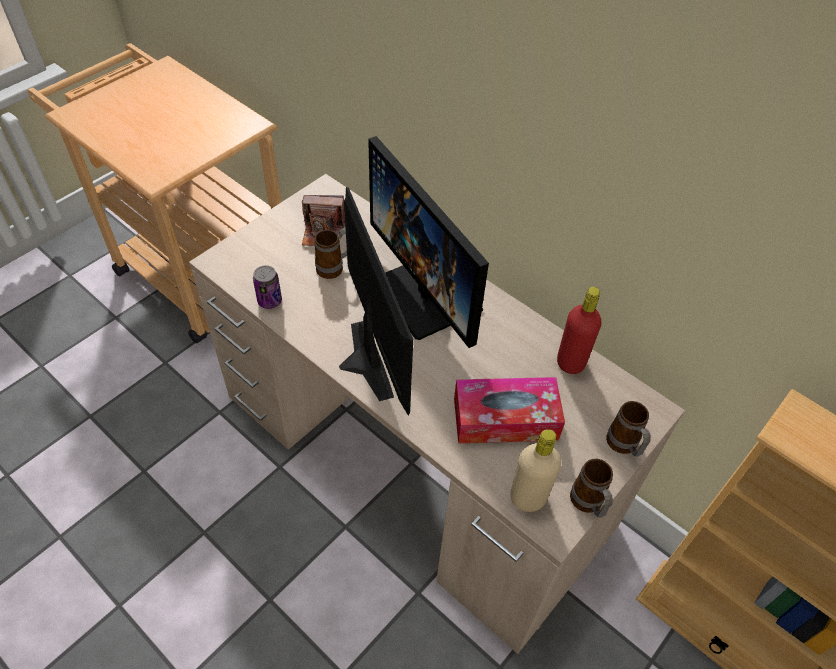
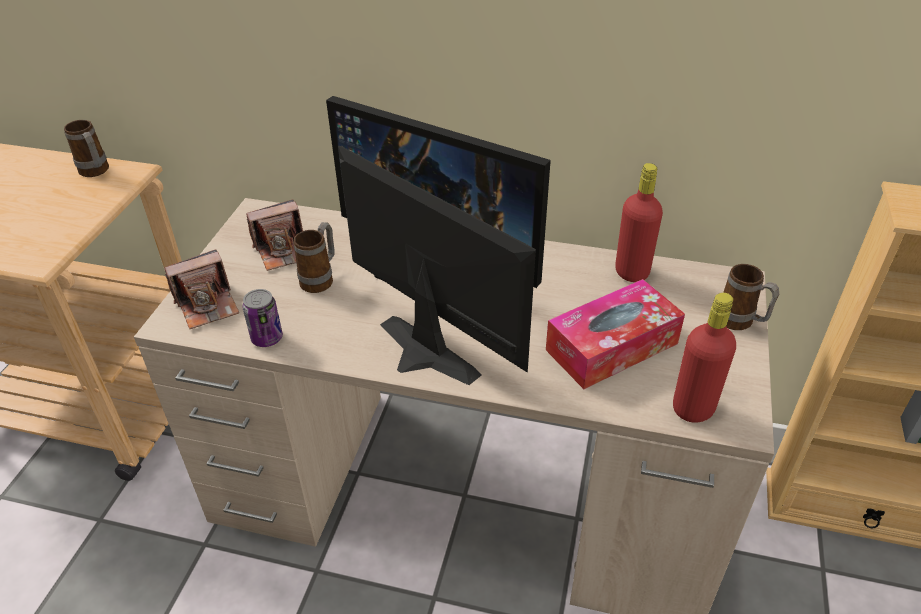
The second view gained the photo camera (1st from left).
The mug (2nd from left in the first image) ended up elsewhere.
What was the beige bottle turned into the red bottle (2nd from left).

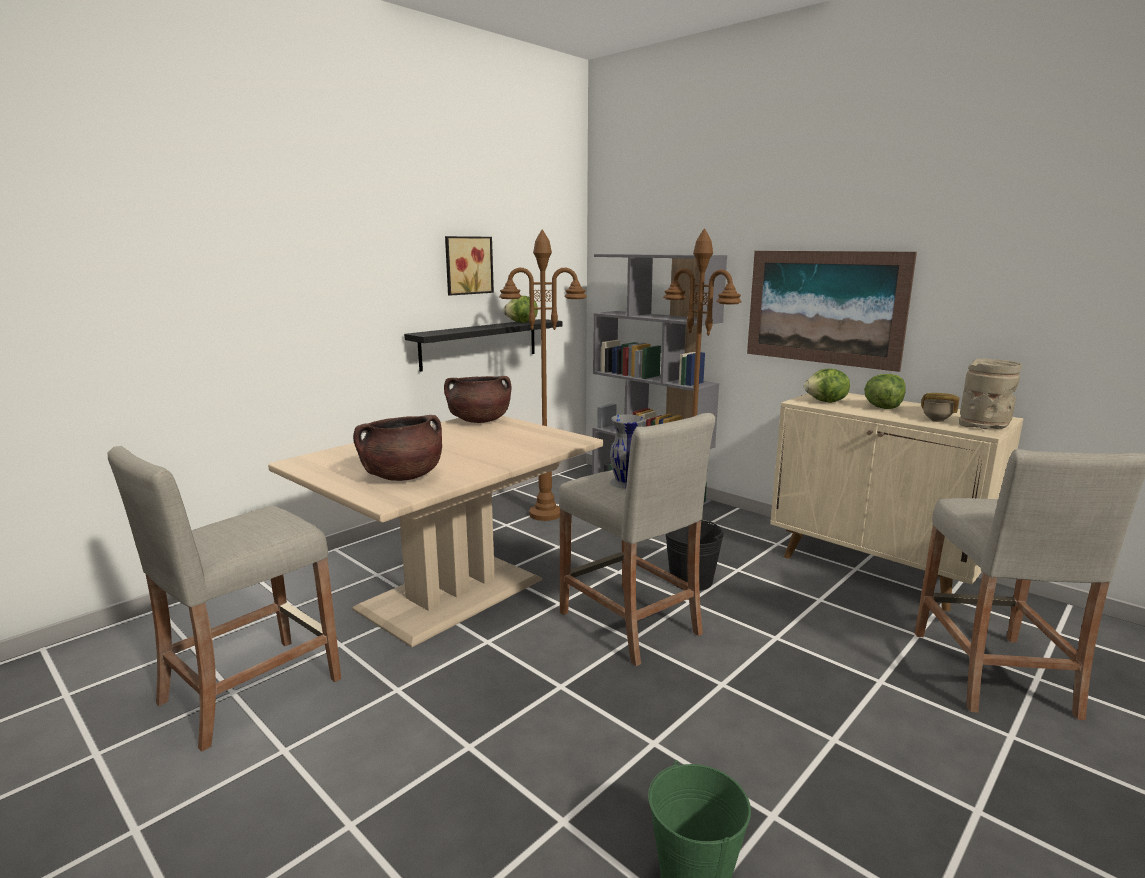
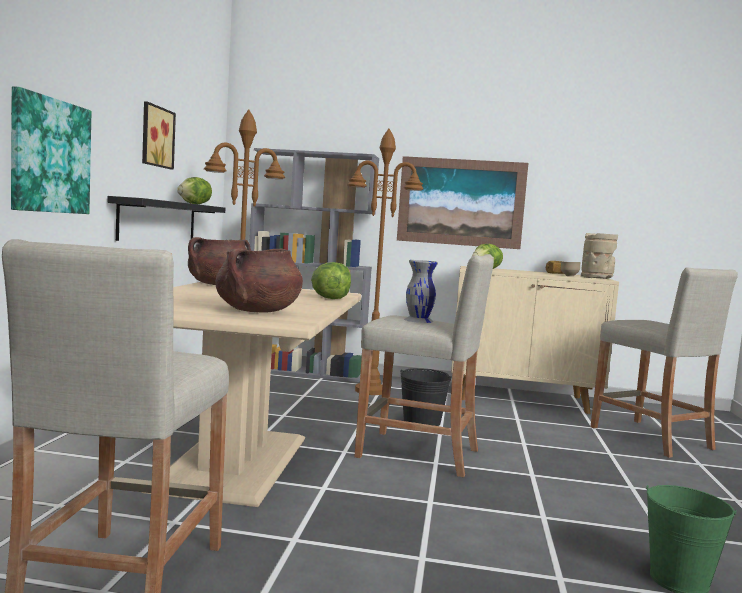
The second view gained the picture (1st from left).
The lettuce (3rd from left in the first image) ended up elsewhere.

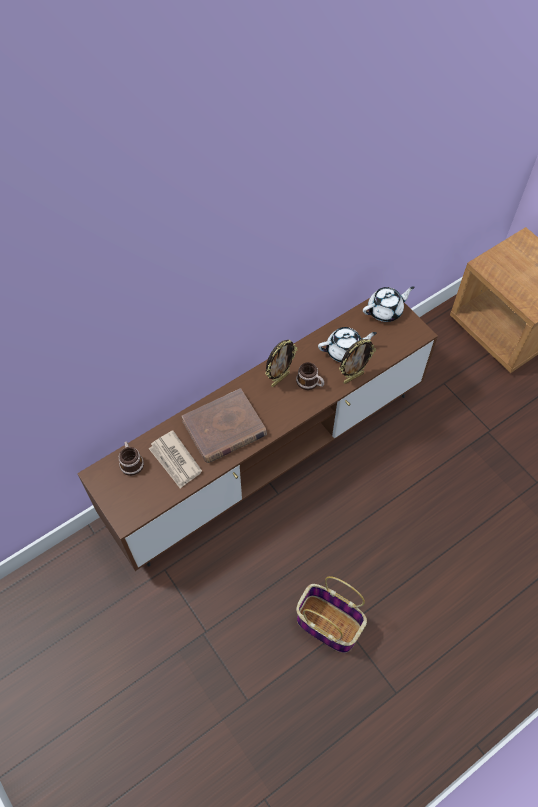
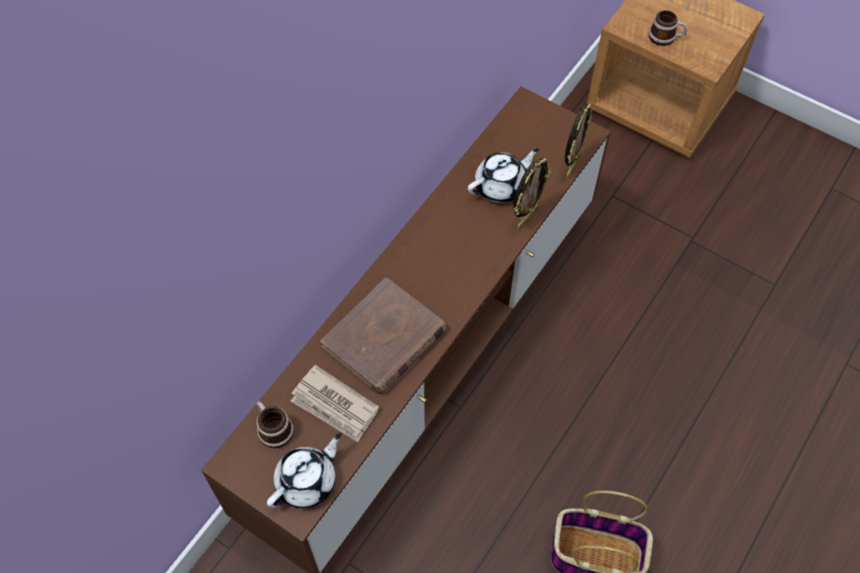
The picture frame (1st from left in the first image) ended up elsewhere.
The mug (2nd from left) ended up elsewhere.
The white teapot (2nd from left in the first image) ended up elsewhere.

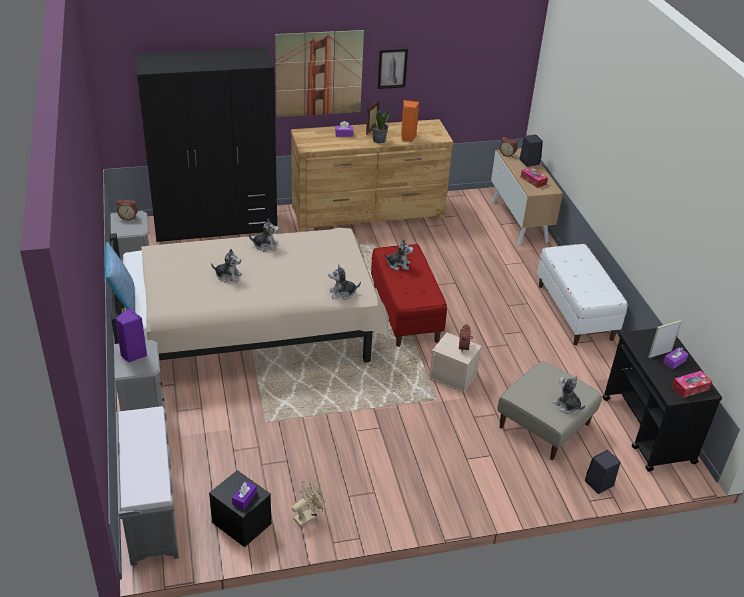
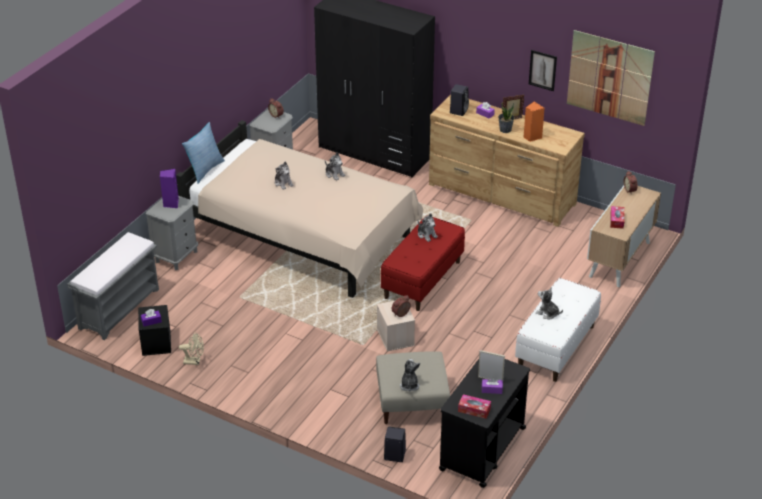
The picture (1st from left in the first image) ended up elsewhere.
The plush toy (3rd from left in the first image) ended up elsewhere.
The black speaker (1st from left in the first image) ended up elsewhere.

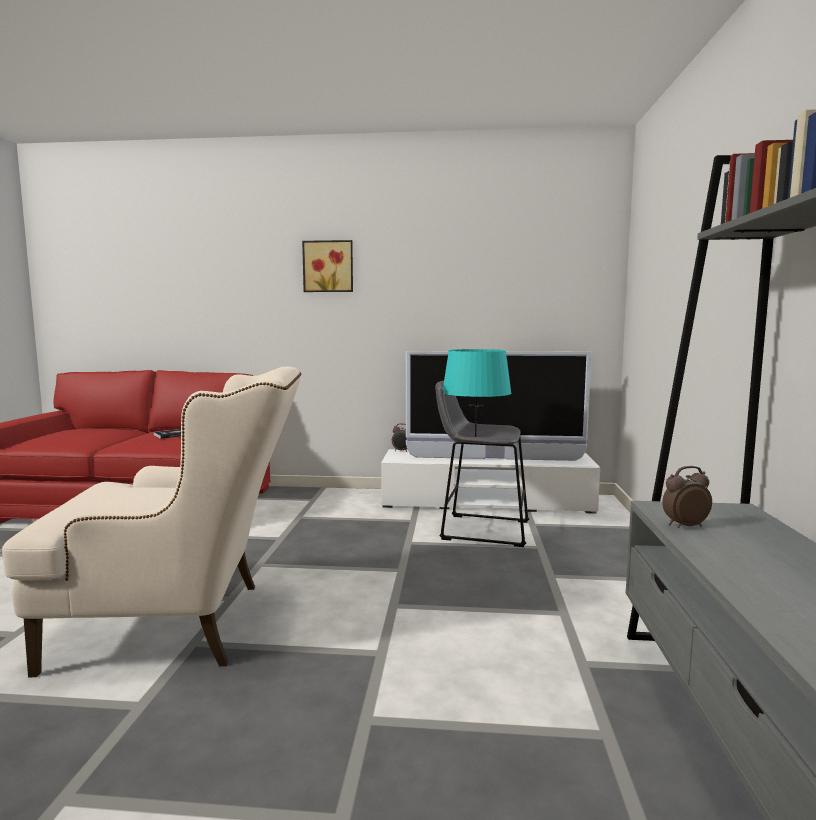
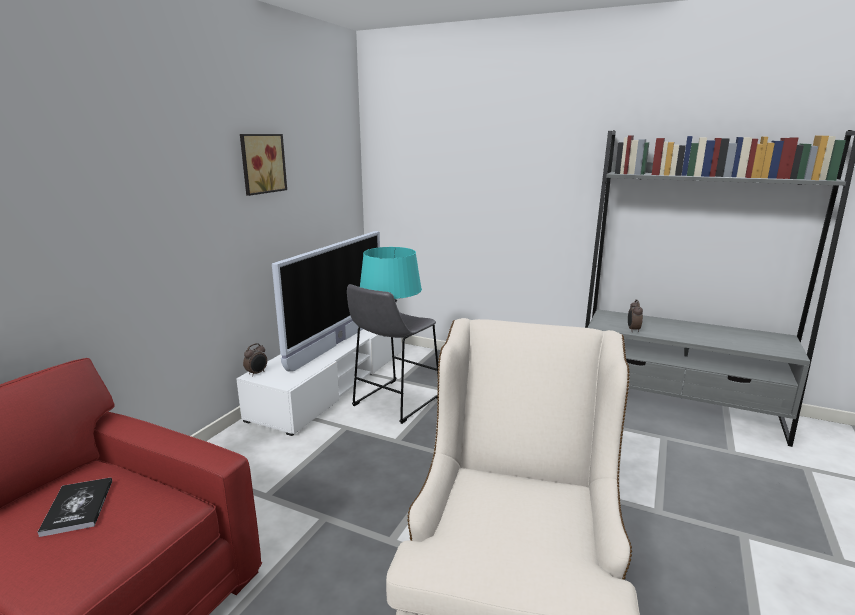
The picture ended up elsewhere.

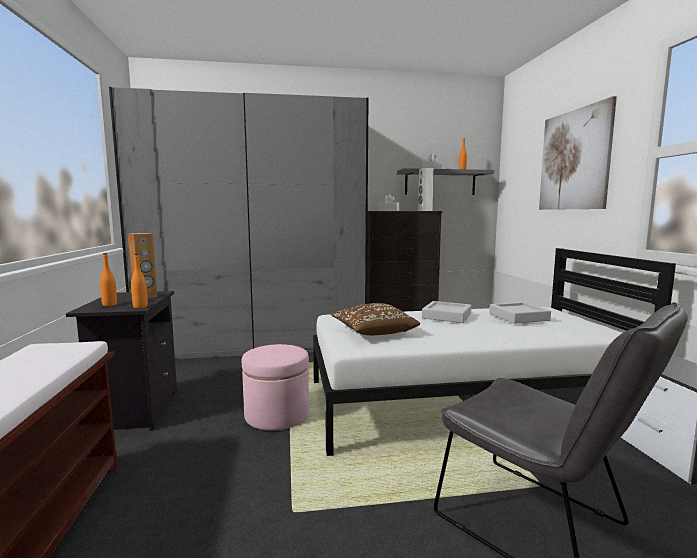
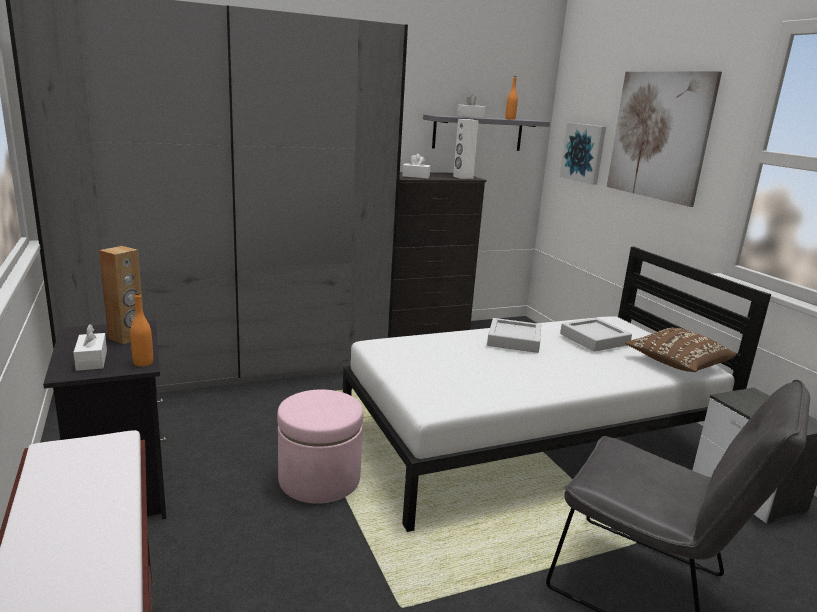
The second view gained the picture (1st from left).
The brown pillow ended up elsewhere.
Where the orange bottle (1st from left) stood, the white tissue box (1st from left) came to stand.

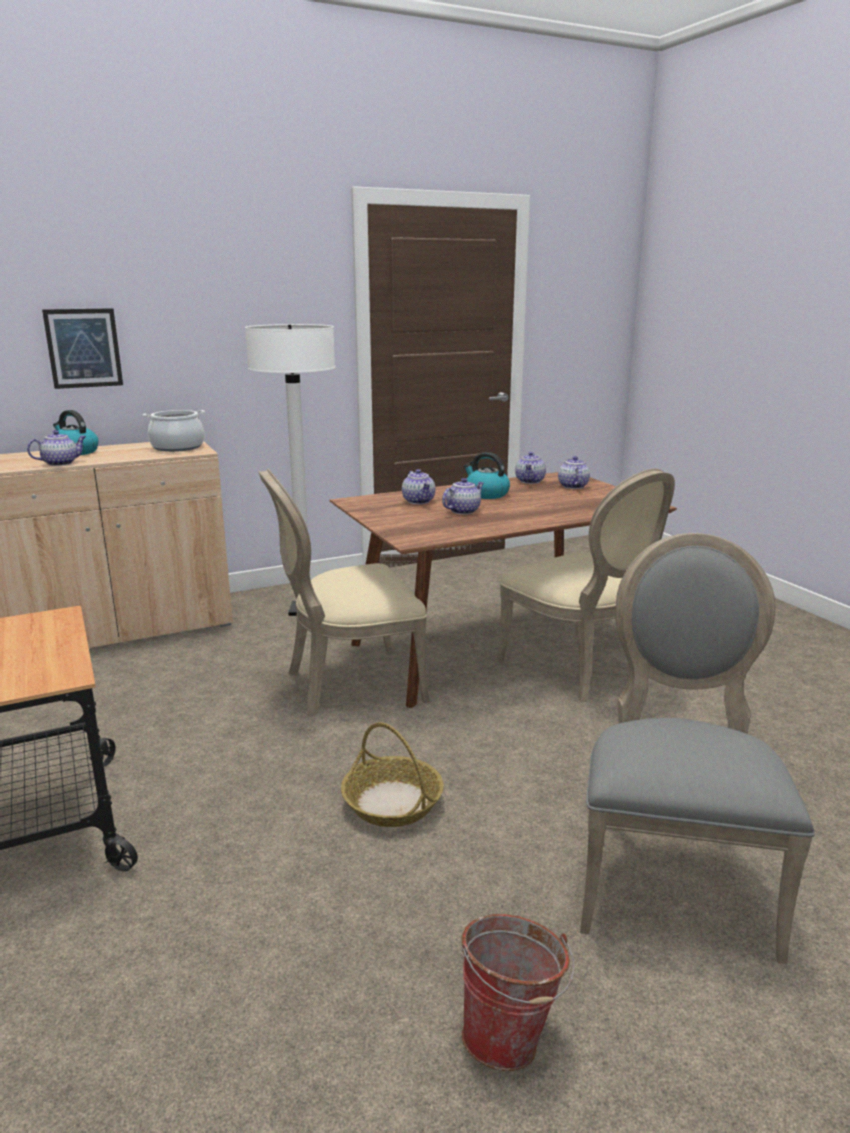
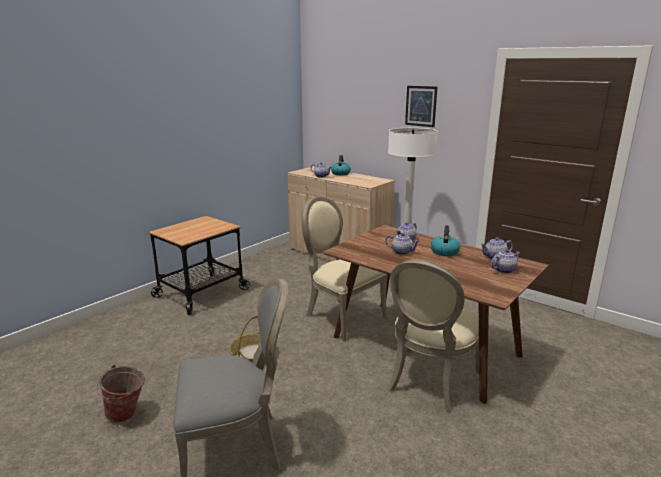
The second view lost the cooking pot.
The picture ended up elsewhere.

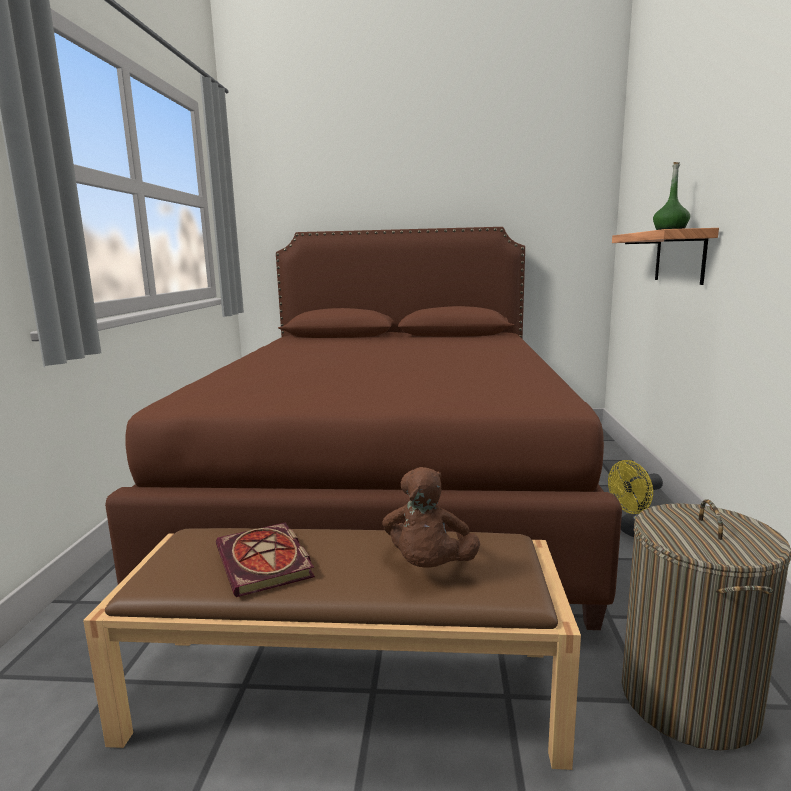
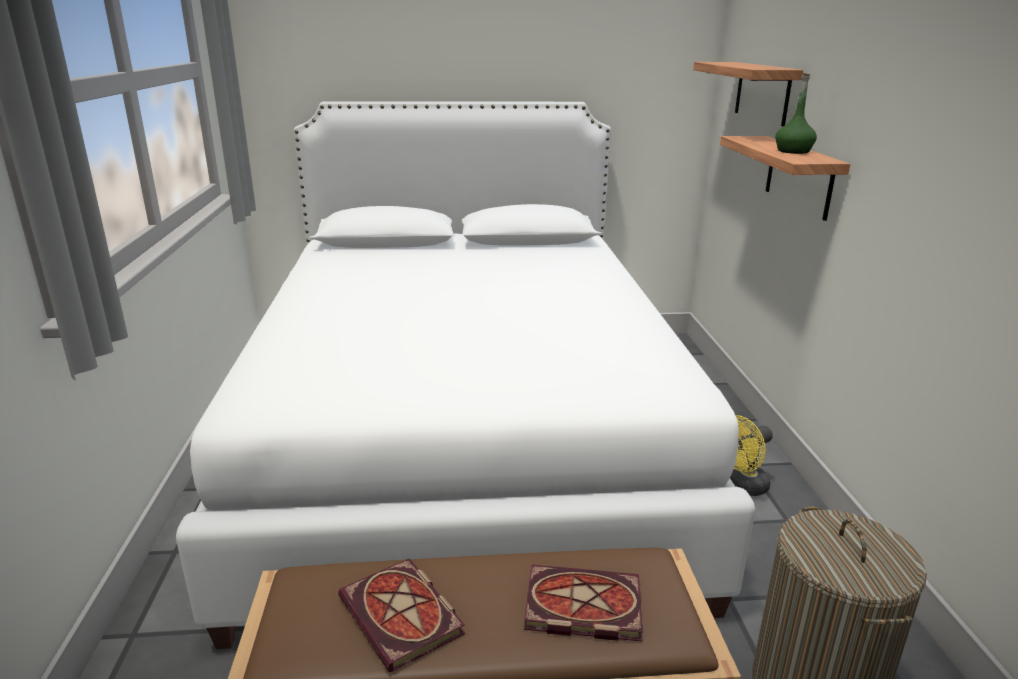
The second view gained the shelf (1st from left).
Where the brown plush toy stood, the book (2nd from left) came to stand.
What was the brown bed turned into the white bed.

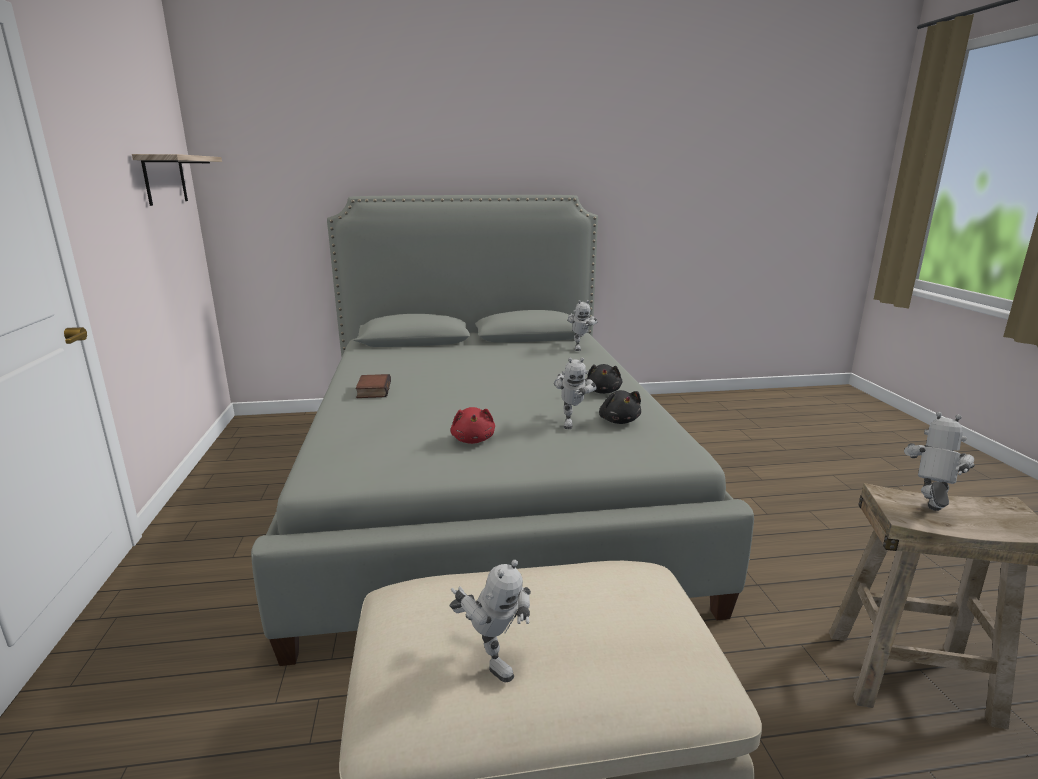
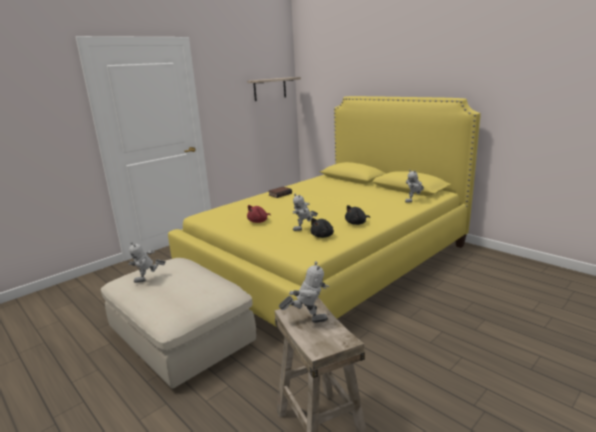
What was the grey bed turned into the yellow bed.
The toy robot (1st from left) ended up facing another way, 45 degrees clockwise from before.

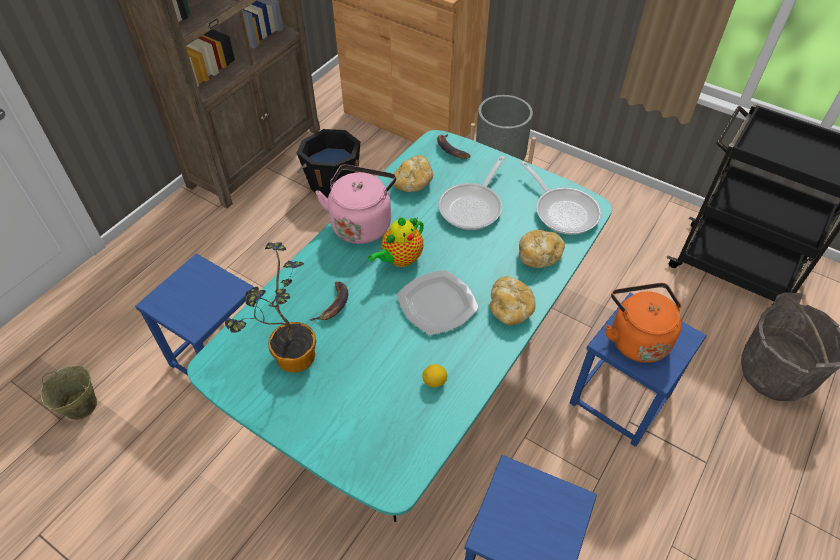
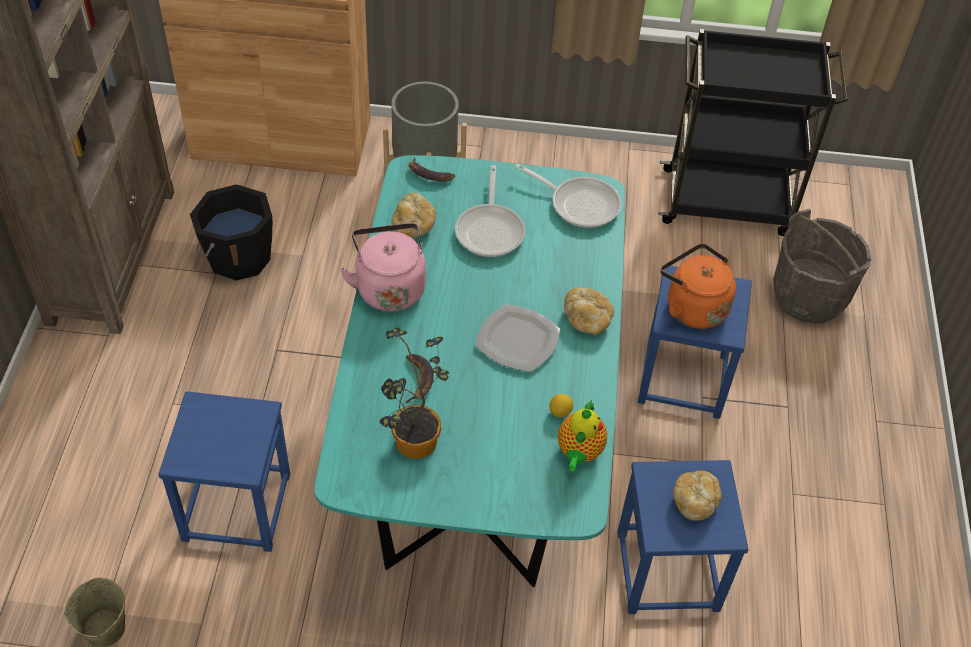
The teapot ended up elsewhere.
The bread (3rd from left) ended up elsewhere.

